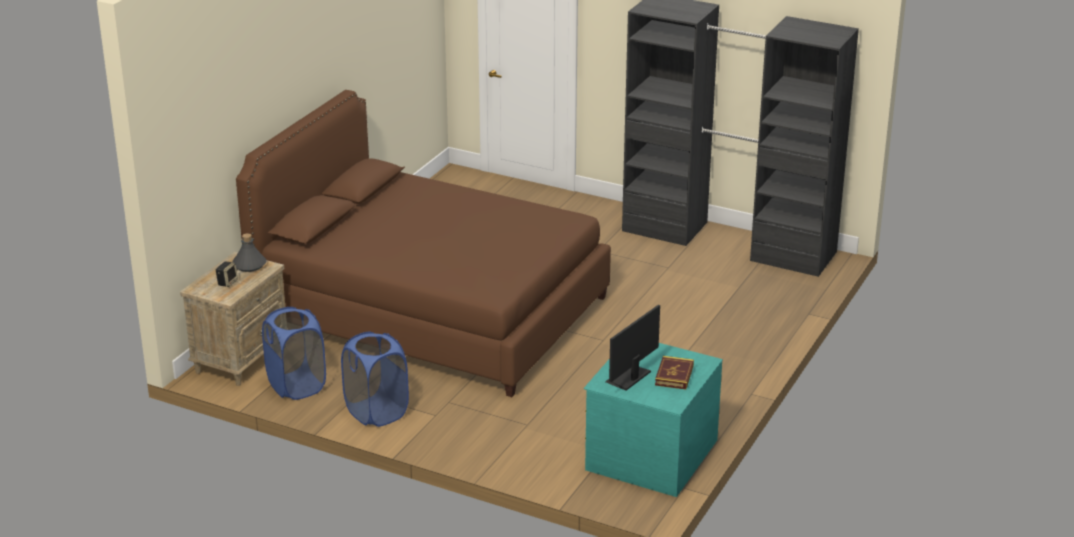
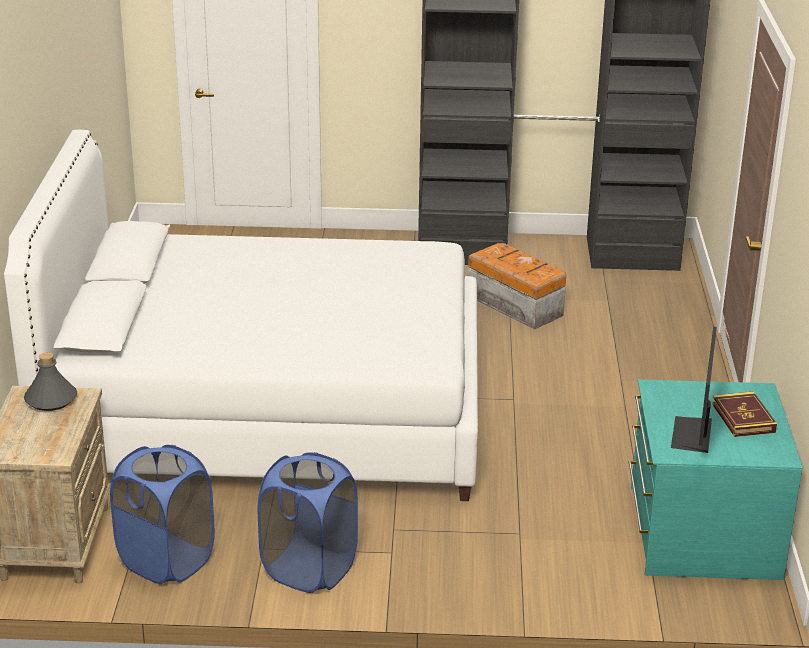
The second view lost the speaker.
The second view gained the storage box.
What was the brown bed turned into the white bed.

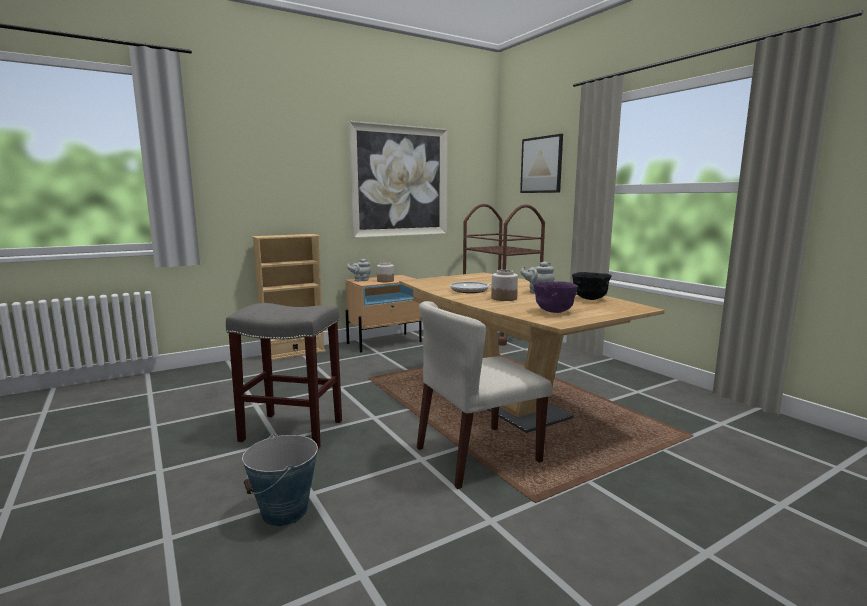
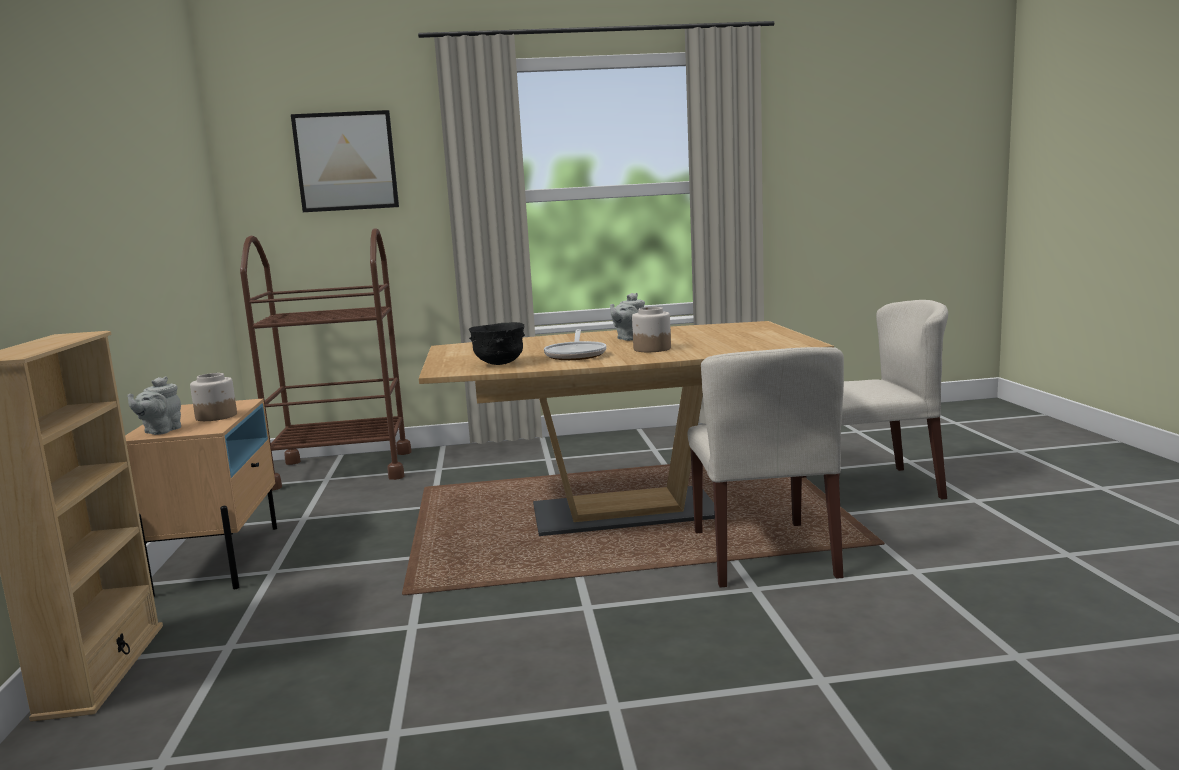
The second view lost the grey stool.
The second view lost the bucket.
The second view lost the picture (1st from left).
The second view lost the purple bowl.
The second view gained the beige chair (2nd from left).
The black bowl ended up elsewhere.

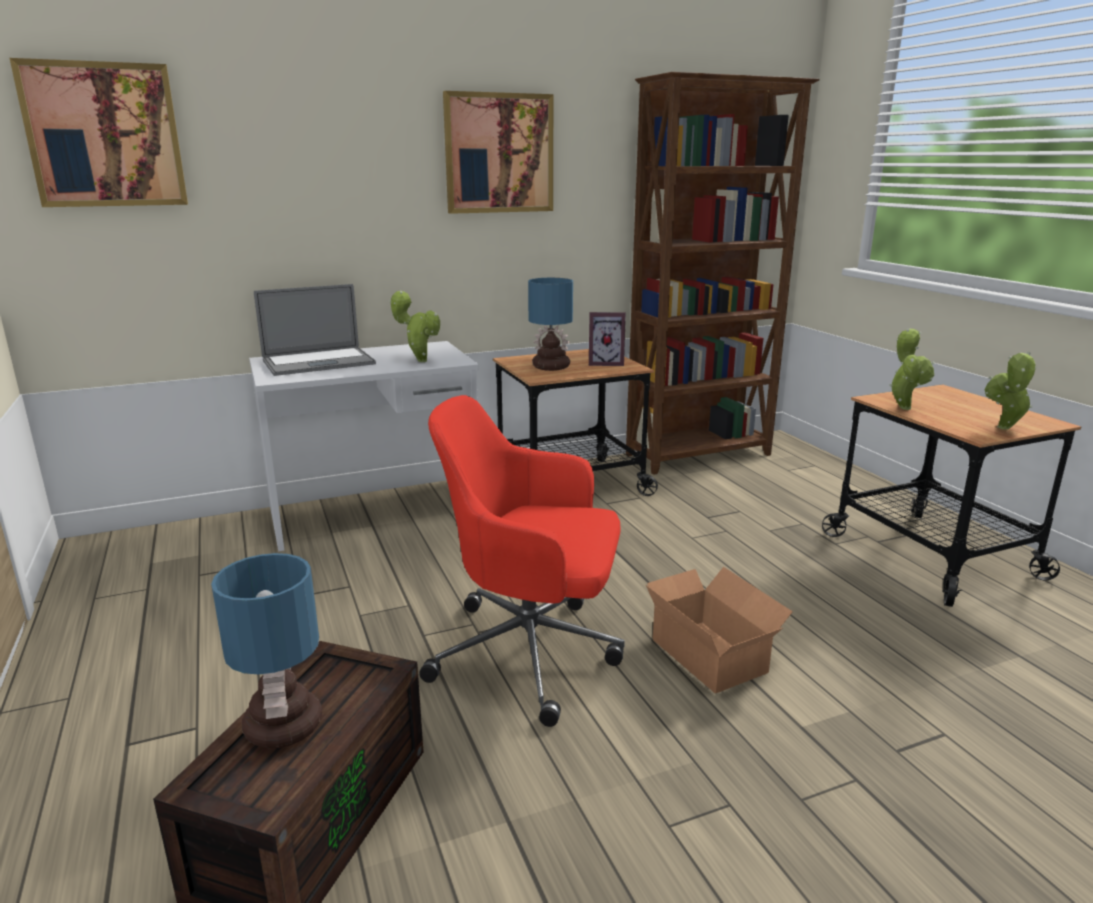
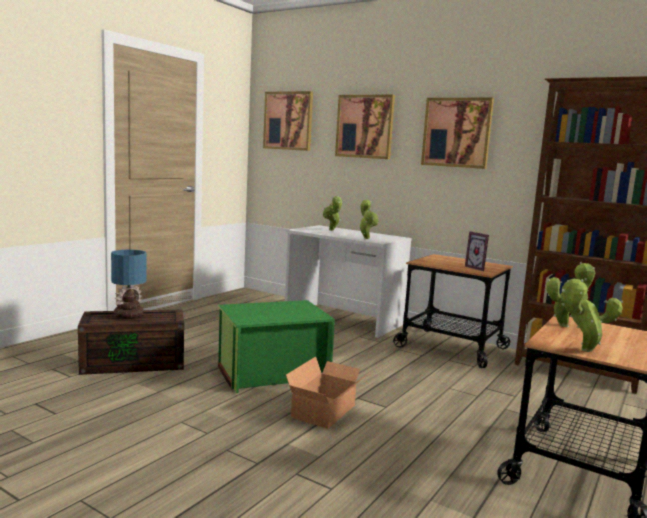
The second view lost the table lamp (2nd from left).
The second view gained the picture (2nd from left).
Where the laptop stood, the potted plant (1st from left) came to stand.
Where the red office chair stood, the green storage box came to stand.

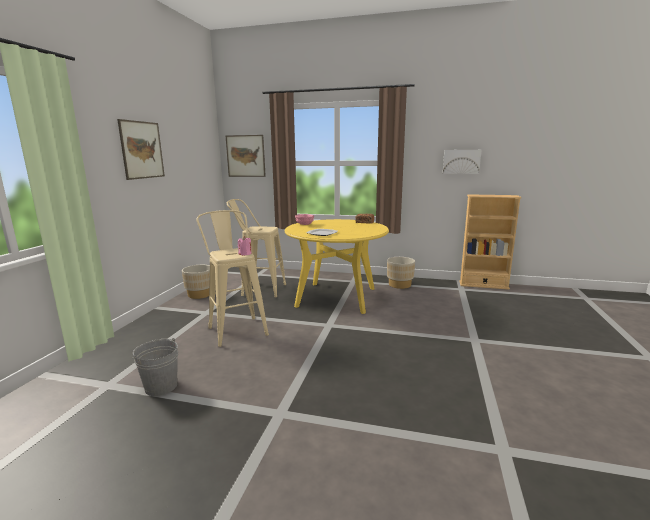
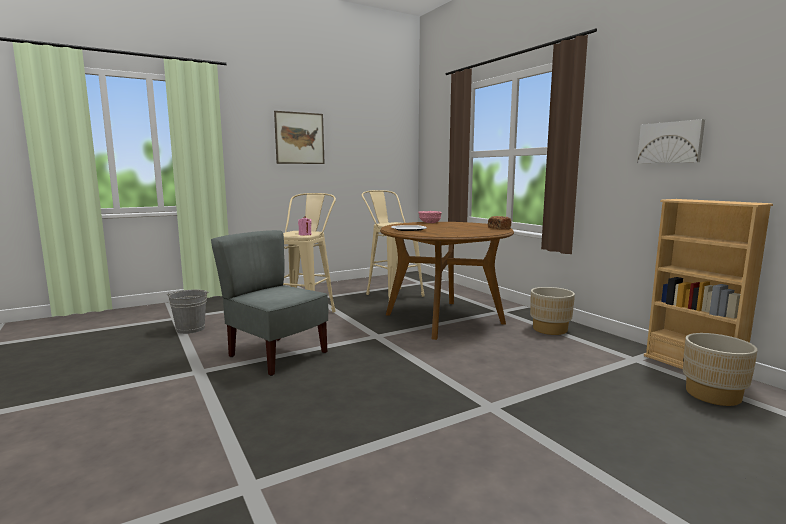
The second view lost the picture (2nd from left).
The second view gained the grey chair.
The beige planter (1st from left in the first image) ended up elsewhere.
What was the yellow dining table turned into the brown dining table.

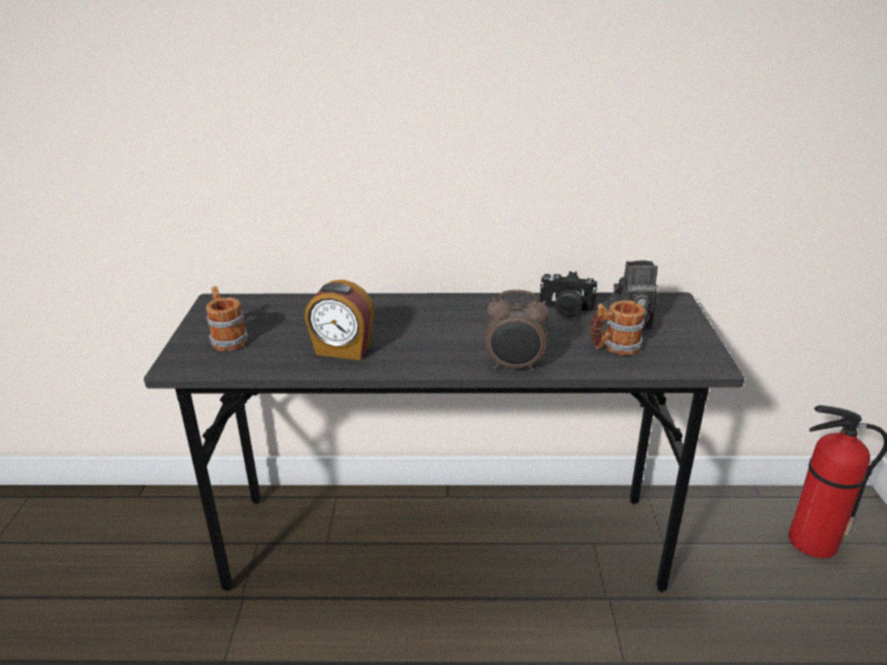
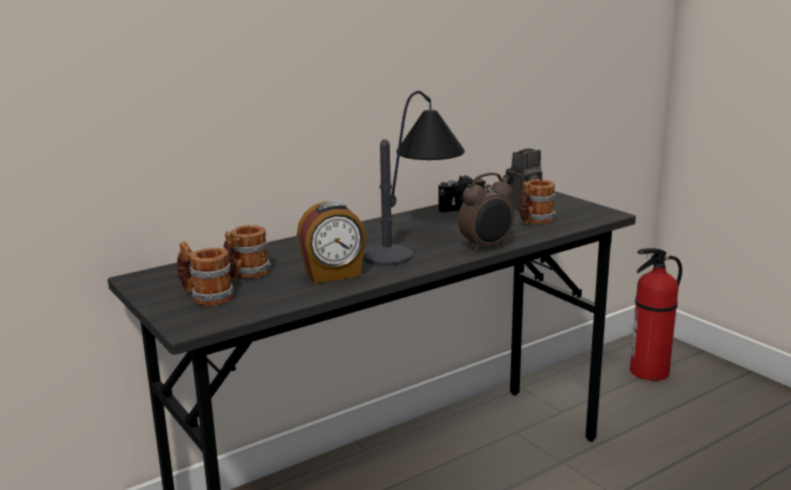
The second view gained the mug (2nd from left).
The second view gained the table lamp.

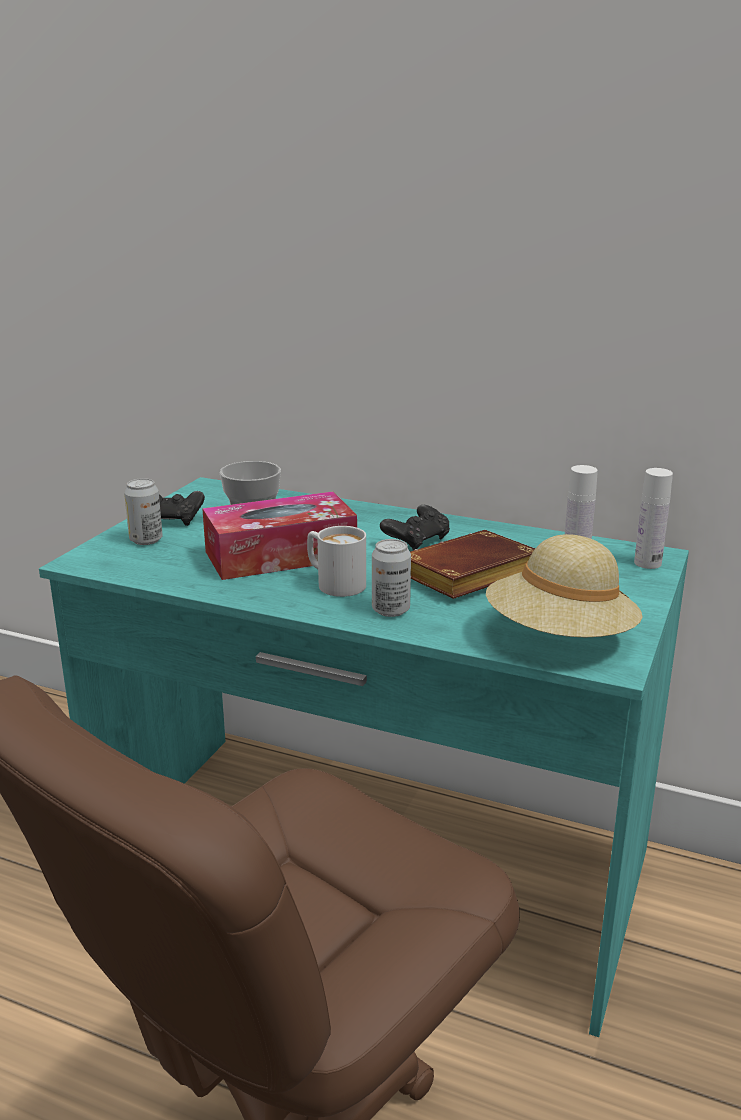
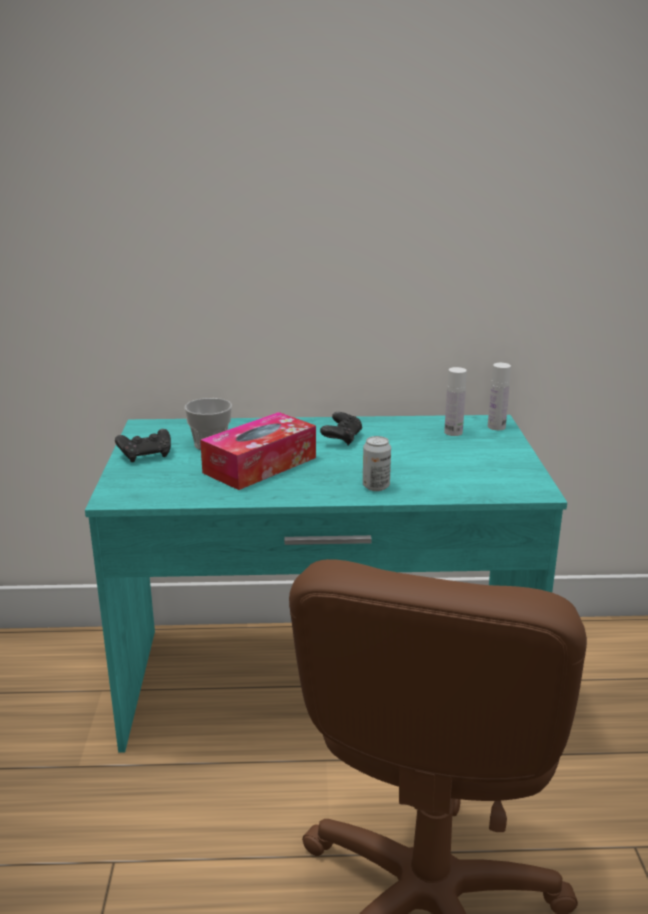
The second view lost the can (1st from left).
The second view lost the white mug.
The second view lost the brown book.
The second view lost the beige hat.

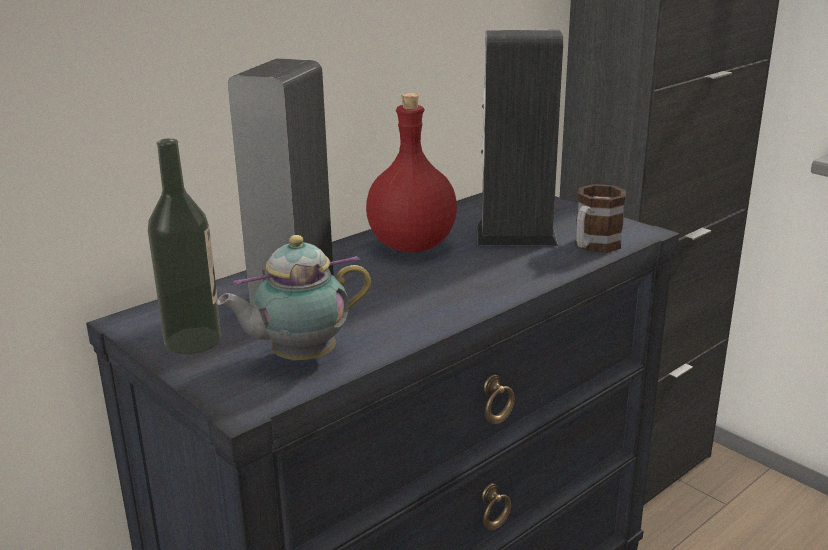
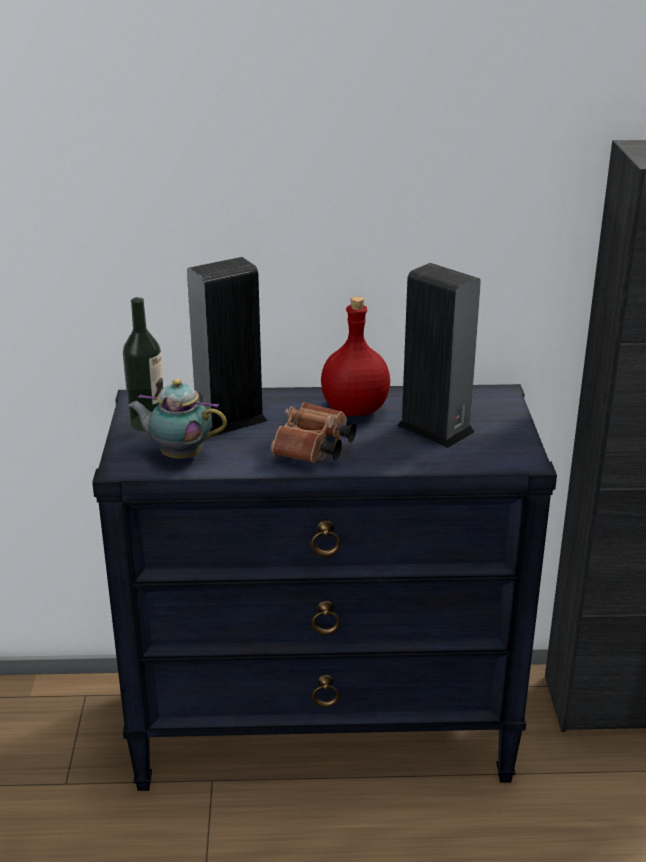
The second view lost the mug.
The second view gained the brown binoculars.

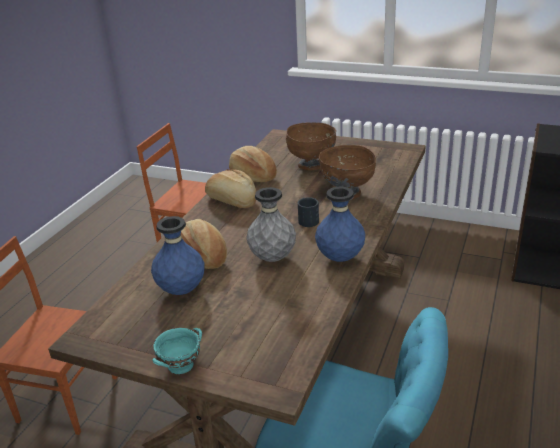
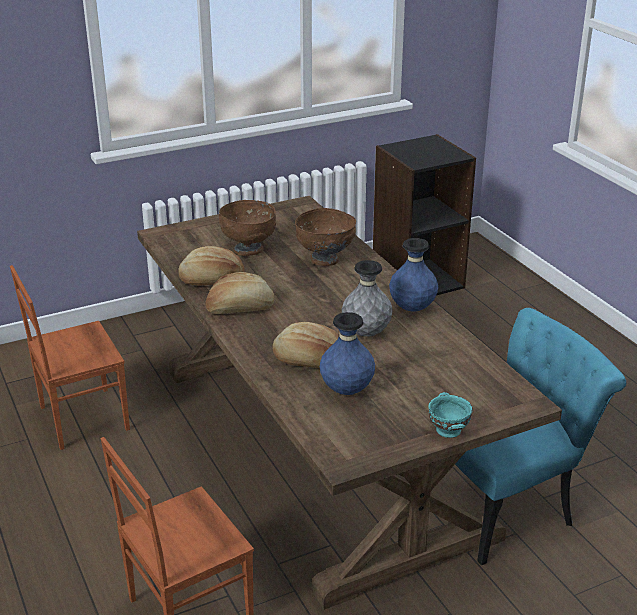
The second view lost the black mug.

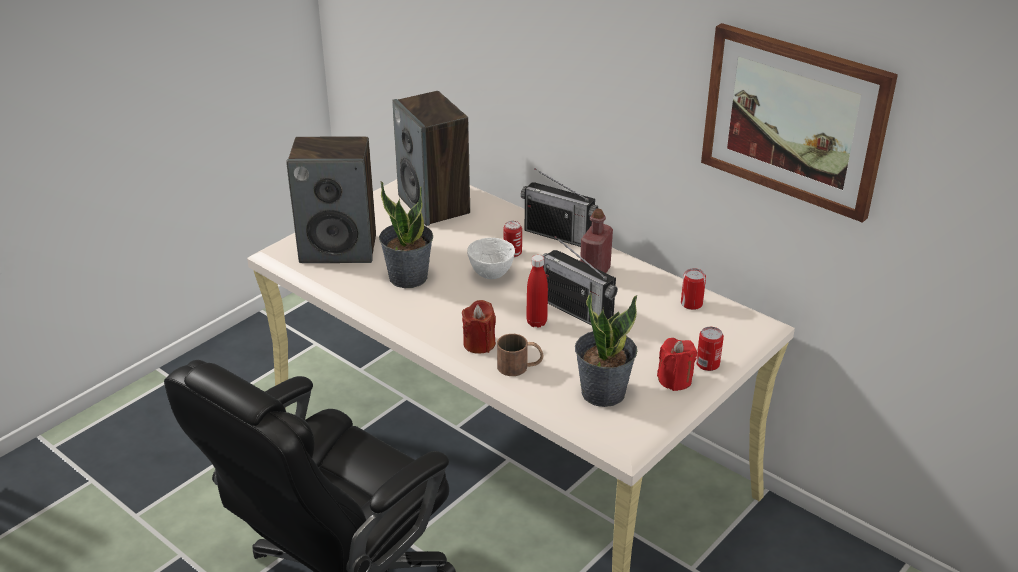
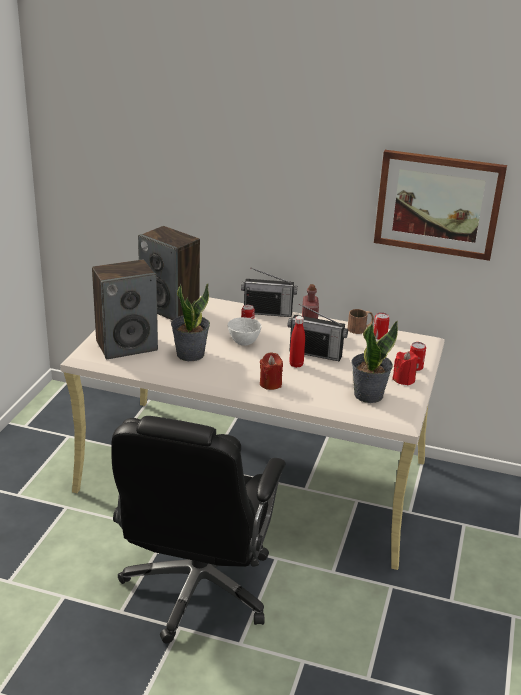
The brown mug ended up elsewhere.

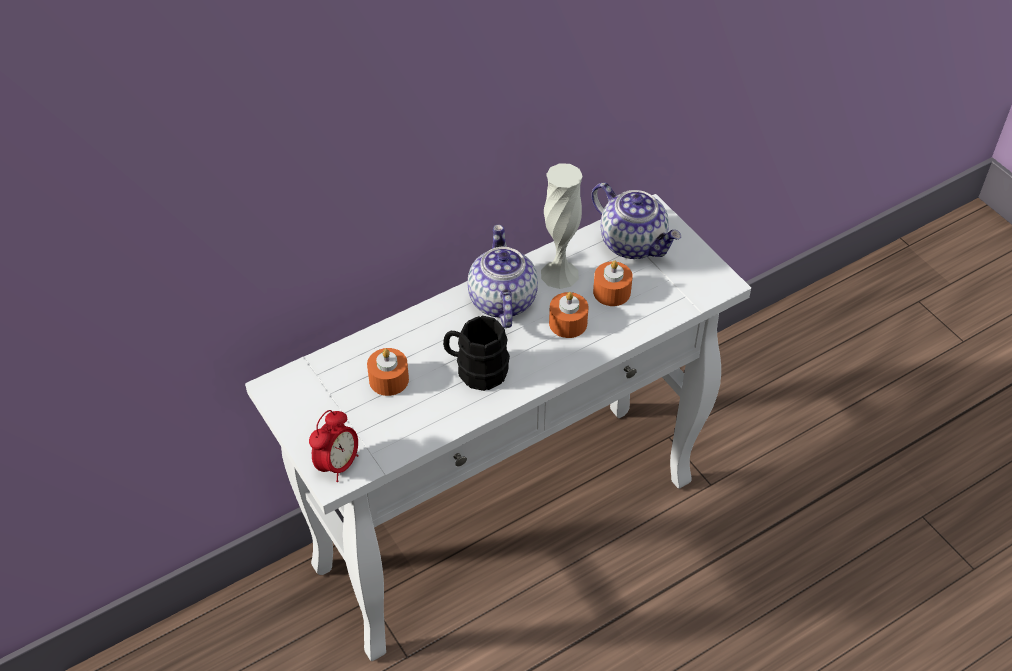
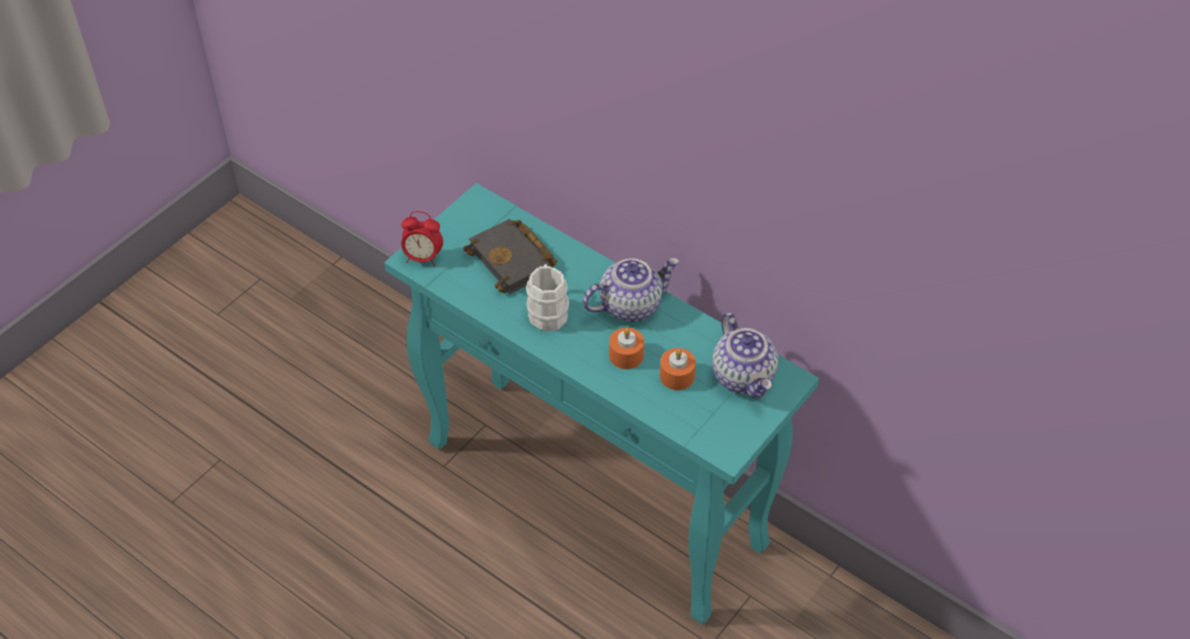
The second view lost the white vase.
Where the orange candle (1st from left) stood, the black book came to stand.
What was the white console table turned into the turquoise console table.
What was the black mug turned into the white mug.
The teapot (2nd from left) ended up facing another way, 45 degrees counterclockwise from before.

